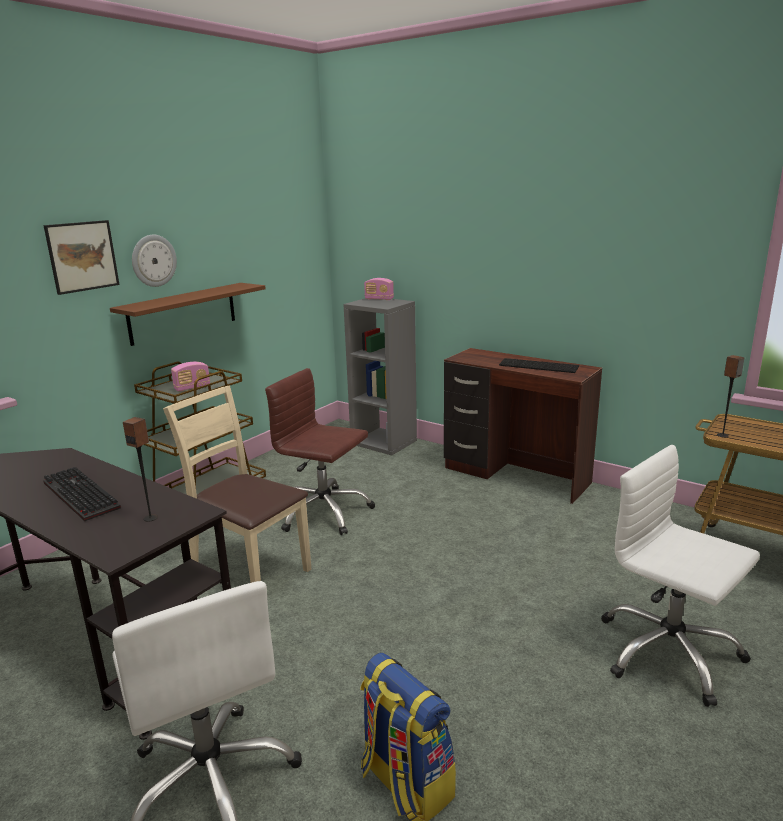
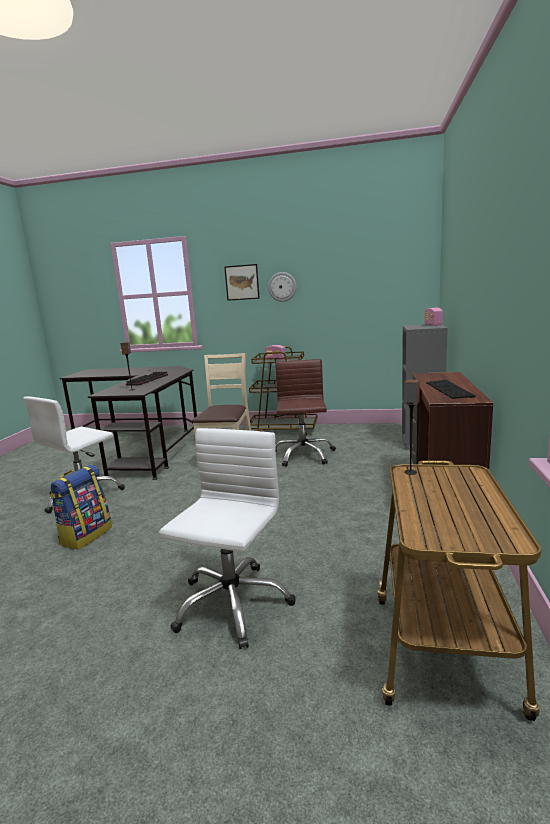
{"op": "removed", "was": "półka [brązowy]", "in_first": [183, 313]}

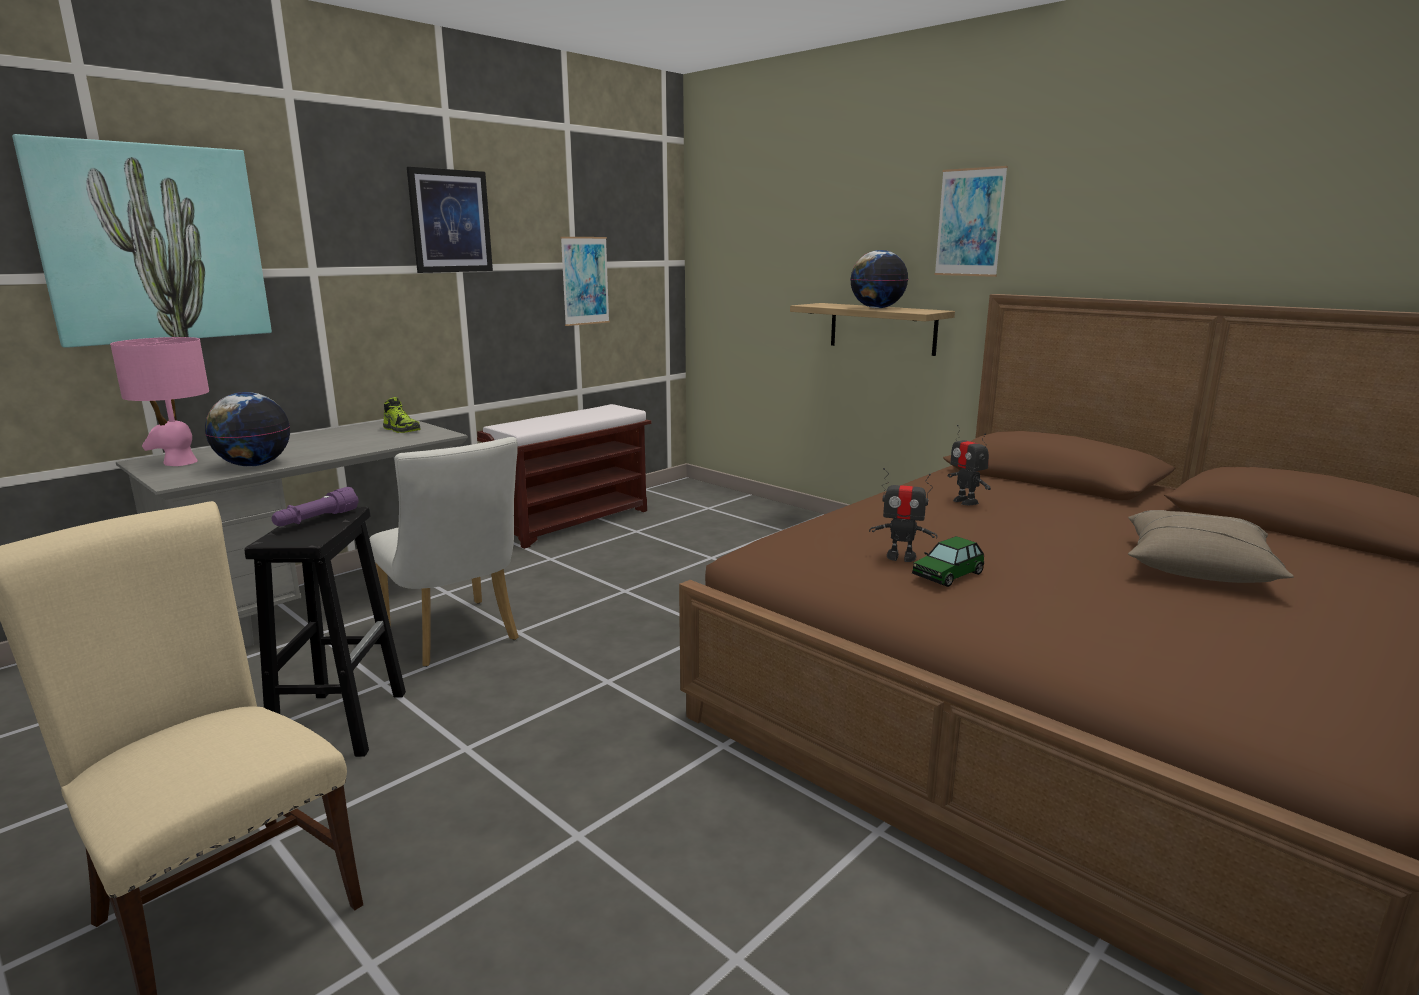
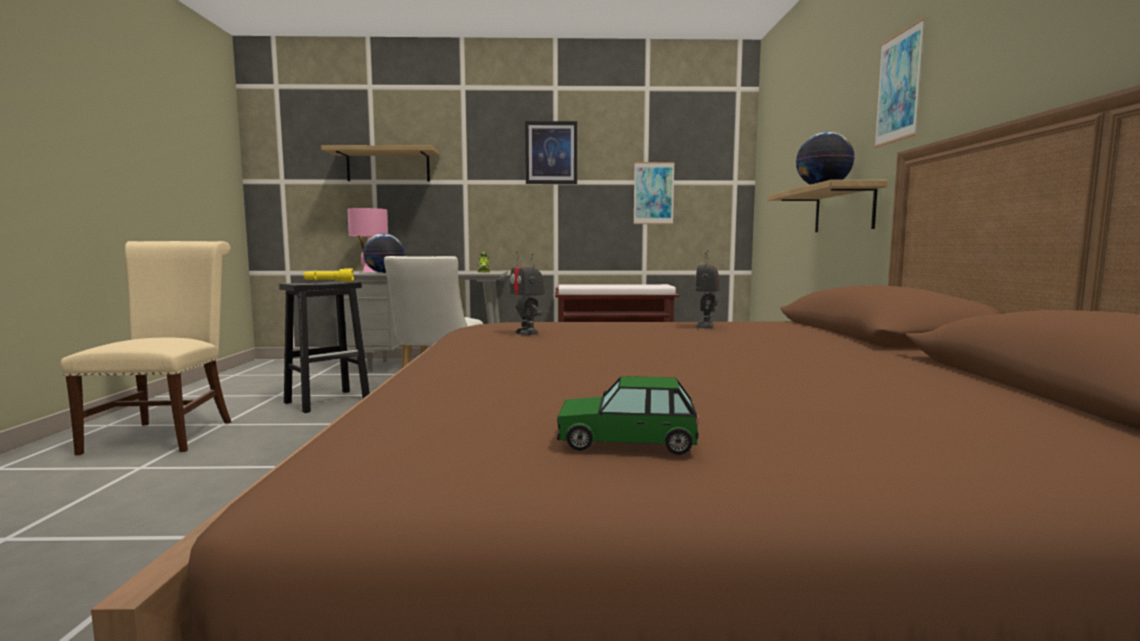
{"op": "replaced", "was": "obraz", "now": "półka", "in_first": [153, 244], "in_second": [388, 166]}
{"op": "recoloured", "was": "latarka [fioletowy]", "now": "latarka [żółty]", "in_first": [316, 520], "in_second": [329, 281]}
{"op": "moved", "was": "samochodzik", "in_first": [947, 574], "in_second": [627, 440]}
{"op": "removed", "was": "poduszka [beżowy]", "in_first": [1197, 567]}

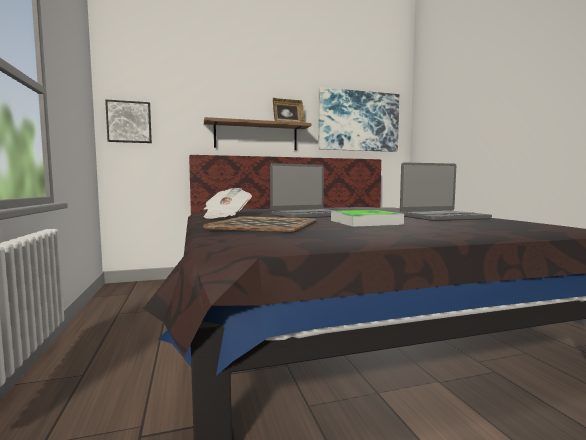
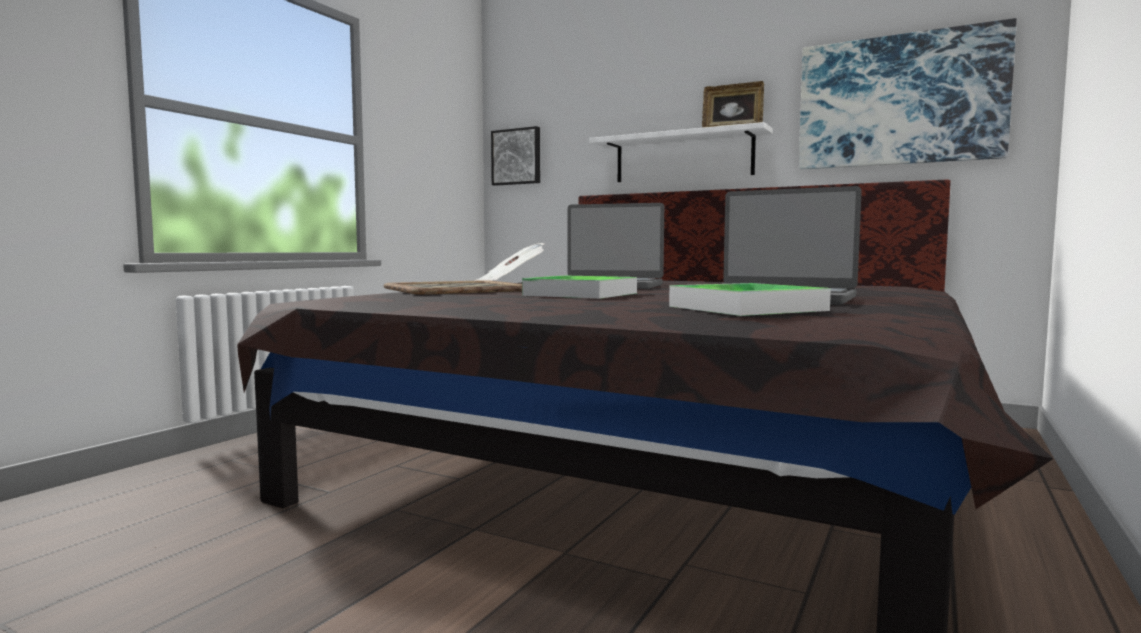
{"op": "recoloured", "was": "półka [brązowy]", "now": "półka [biały]", "in_first": [256, 136], "in_second": [683, 157]}
{"op": "added", "now": "taca", "in_second": [746, 308]}

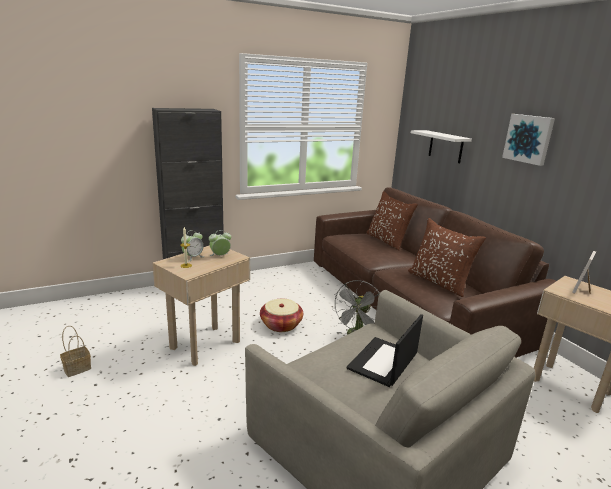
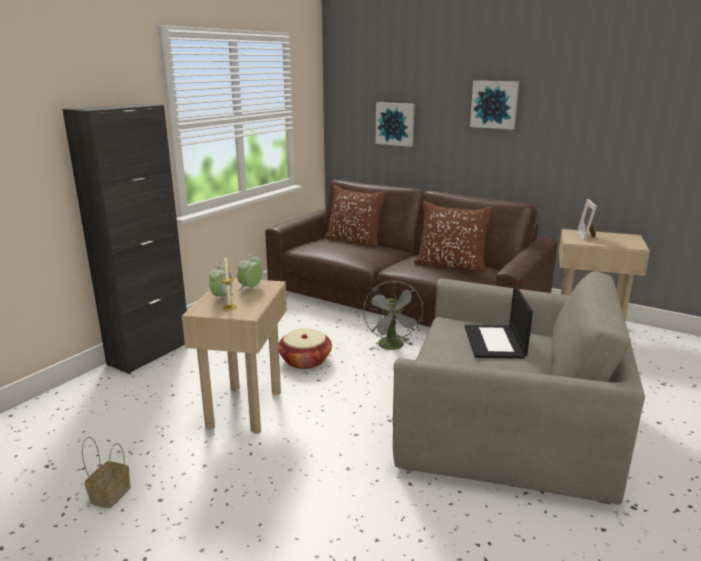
{"op": "replaced", "was": "półka [biały]", "now": "obraz", "in_first": [445, 146], "in_second": [395, 124]}

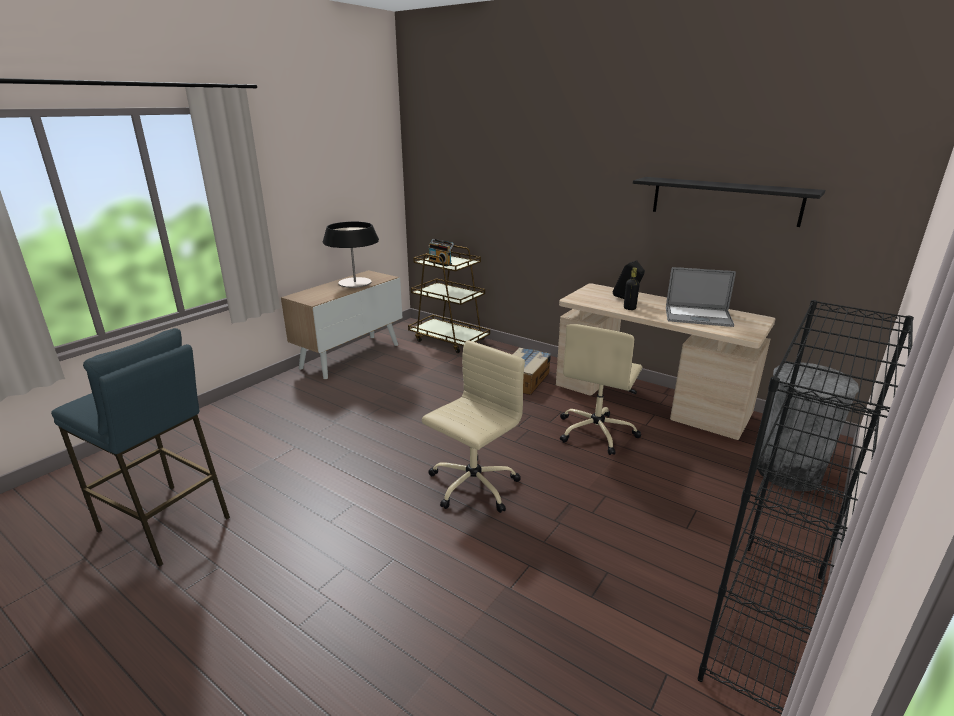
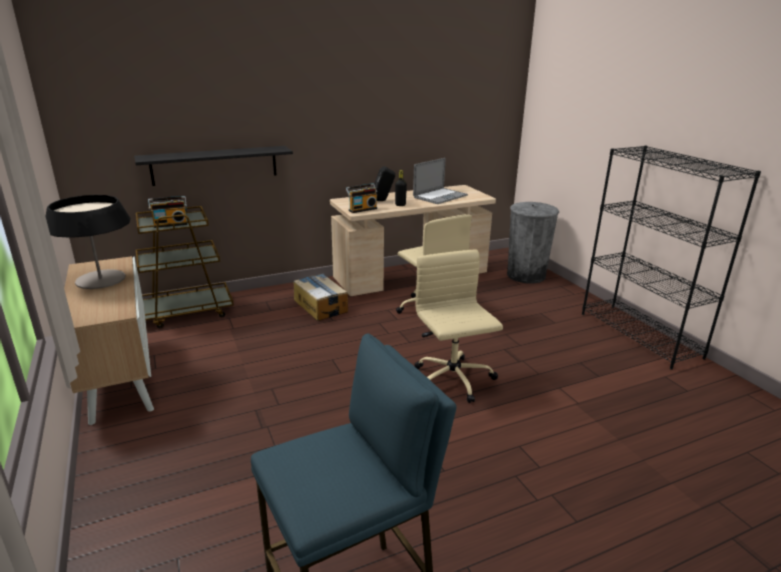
{"op": "moved", "was": "półka [czarny]", "in_first": [725, 200], "in_second": [215, 165]}
{"op": "added", "now": "radio", "in_second": [362, 209]}

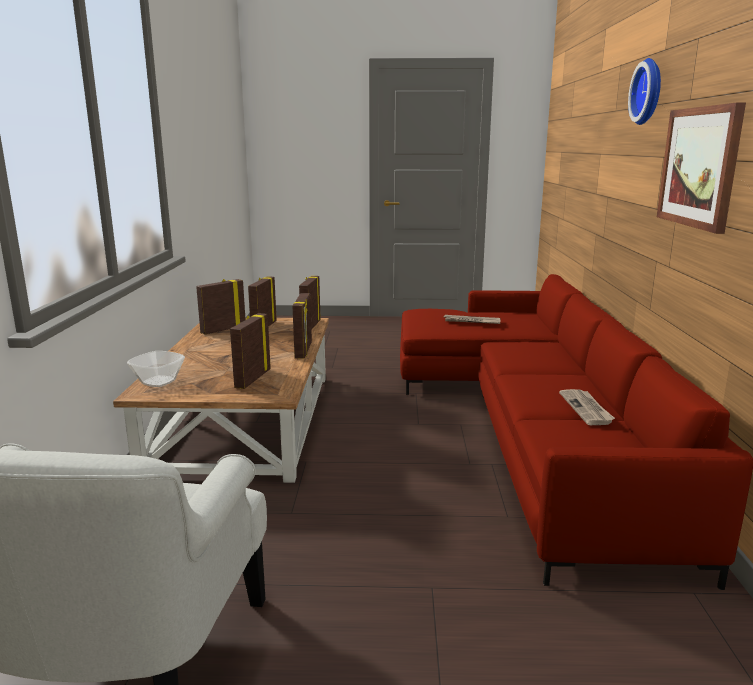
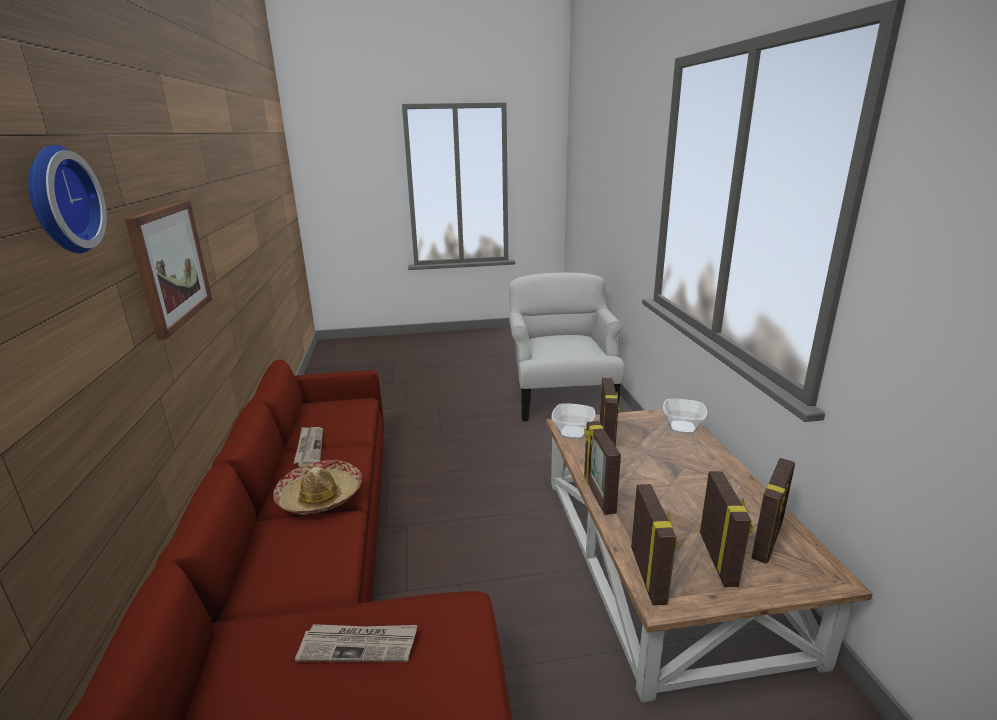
{"op": "added", "now": "kapelusz", "in_second": [320, 496]}
{"op": "added", "now": "miska", "in_second": [573, 432]}

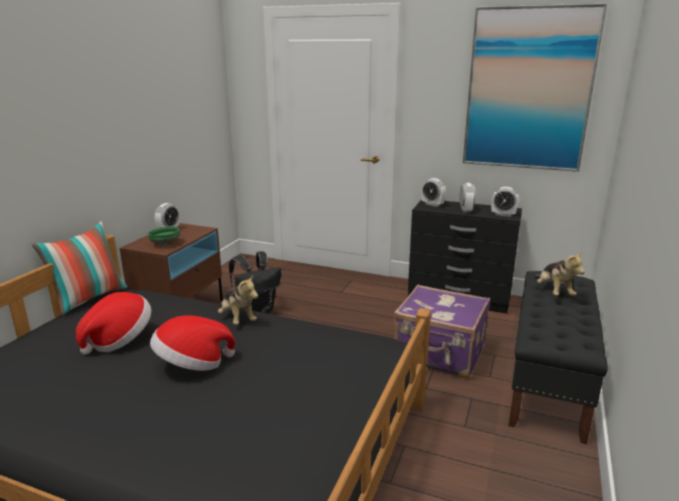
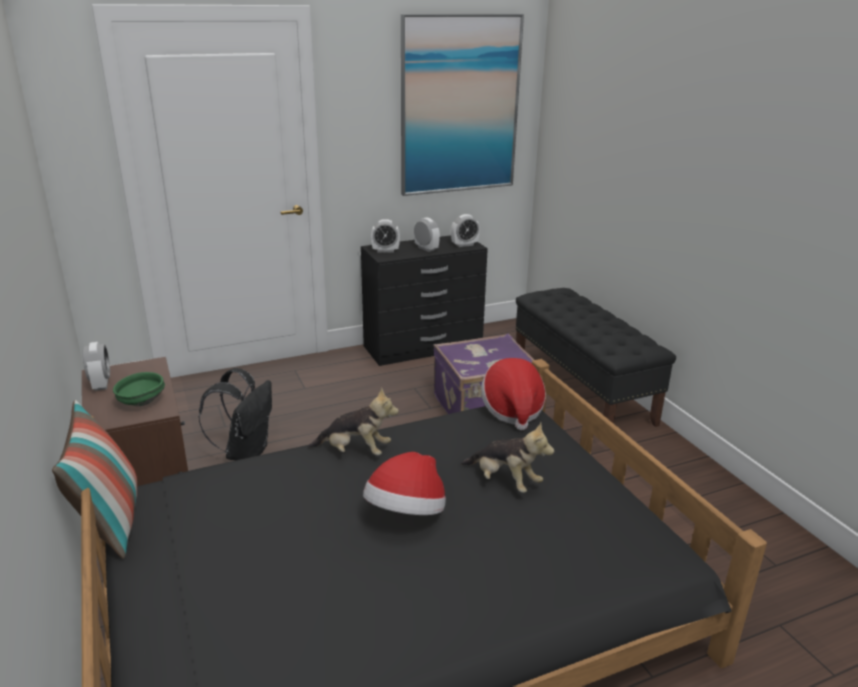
{"op": "moved", "was": "kapelusz", "in_first": [120, 339], "in_second": [512, 410]}
{"op": "moved", "was": "pluszak", "in_first": [554, 292], "in_second": [505, 481]}

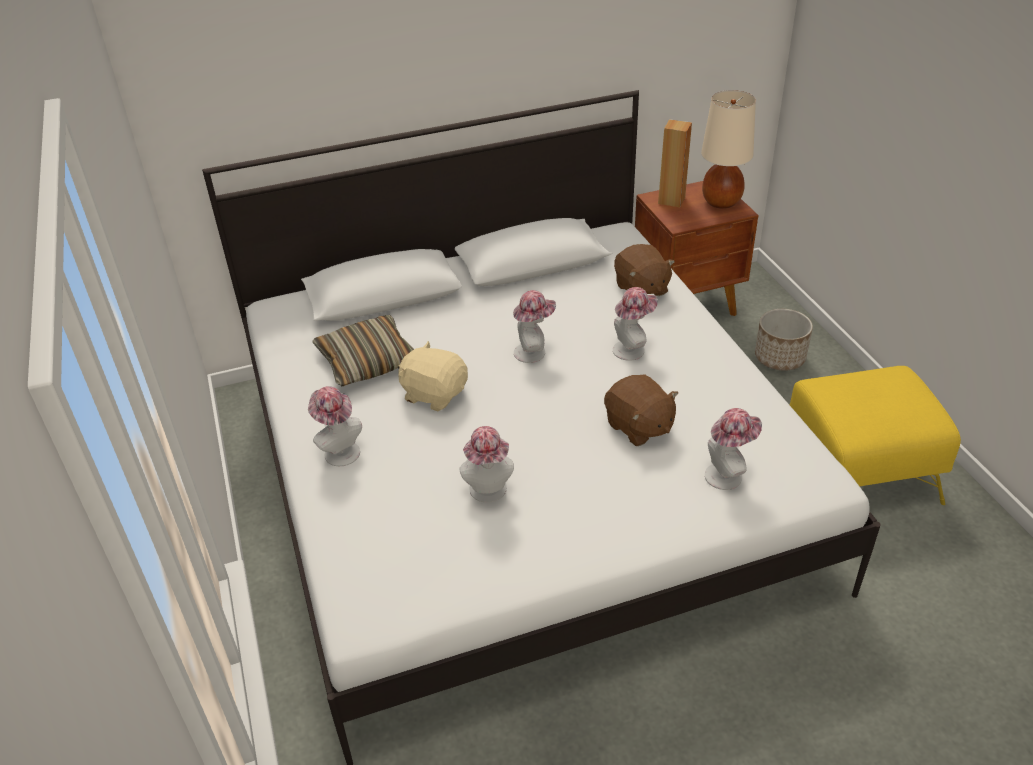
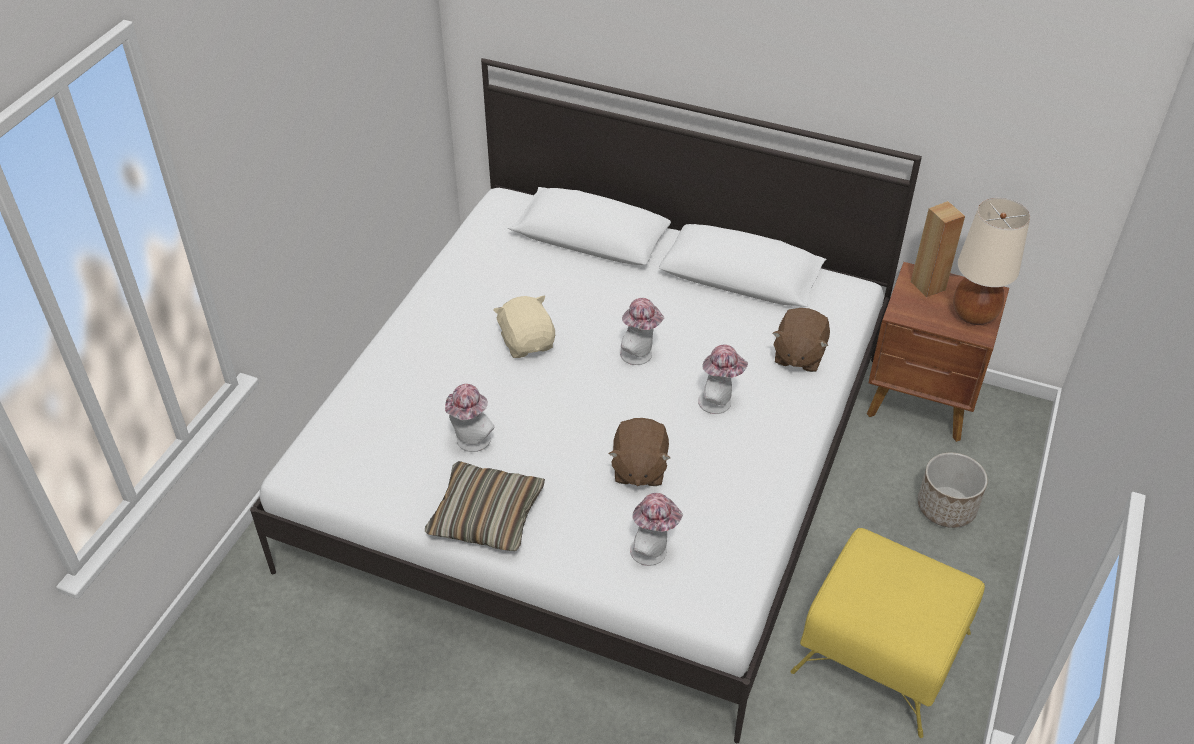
{"op": "removed", "was": "kapelusz", "in_first": [339, 451]}
{"op": "moved", "was": "poduszka", "in_first": [367, 361], "in_second": [486, 516]}

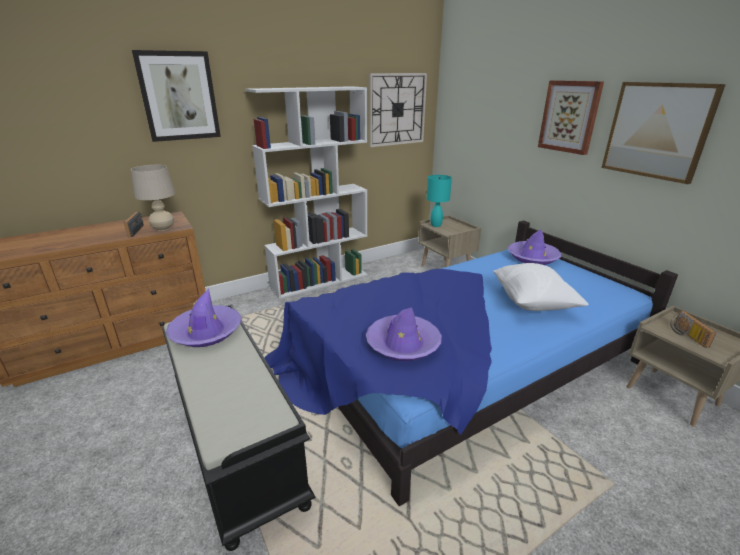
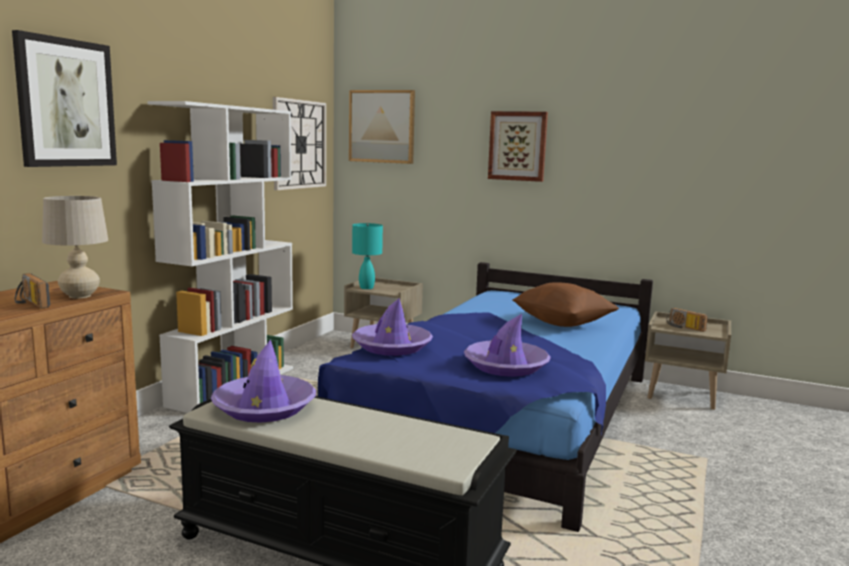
{"op": "recoloured", "was": "poduszka [biały]", "now": "poduszka [brązowy]", "in_first": [532, 303], "in_second": [562, 324]}
{"op": "moved", "was": "kapelusz [fioletowy]", "in_first": [532, 257], "in_second": [392, 346]}
{"op": "moved", "was": "obraz", "in_first": [657, 130], "in_second": [382, 126]}

